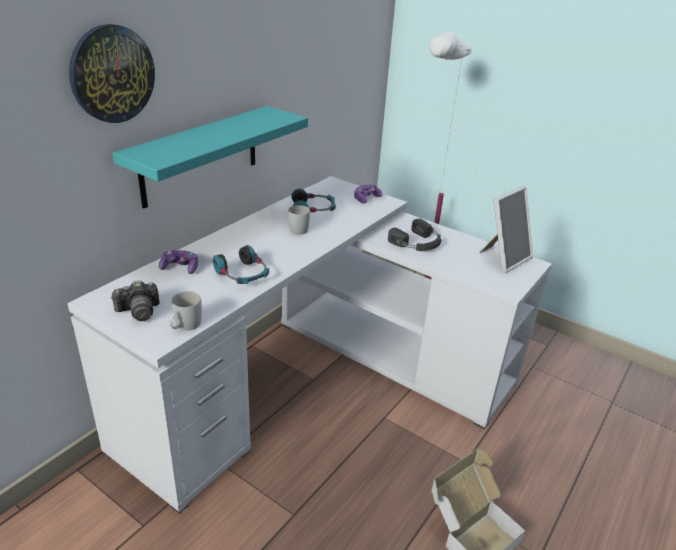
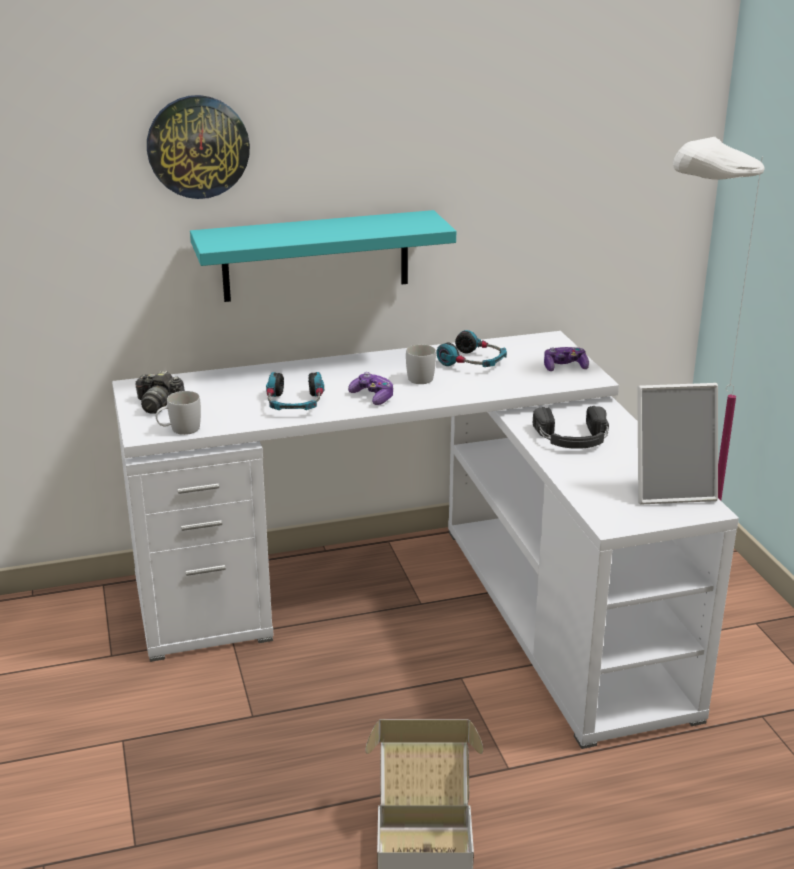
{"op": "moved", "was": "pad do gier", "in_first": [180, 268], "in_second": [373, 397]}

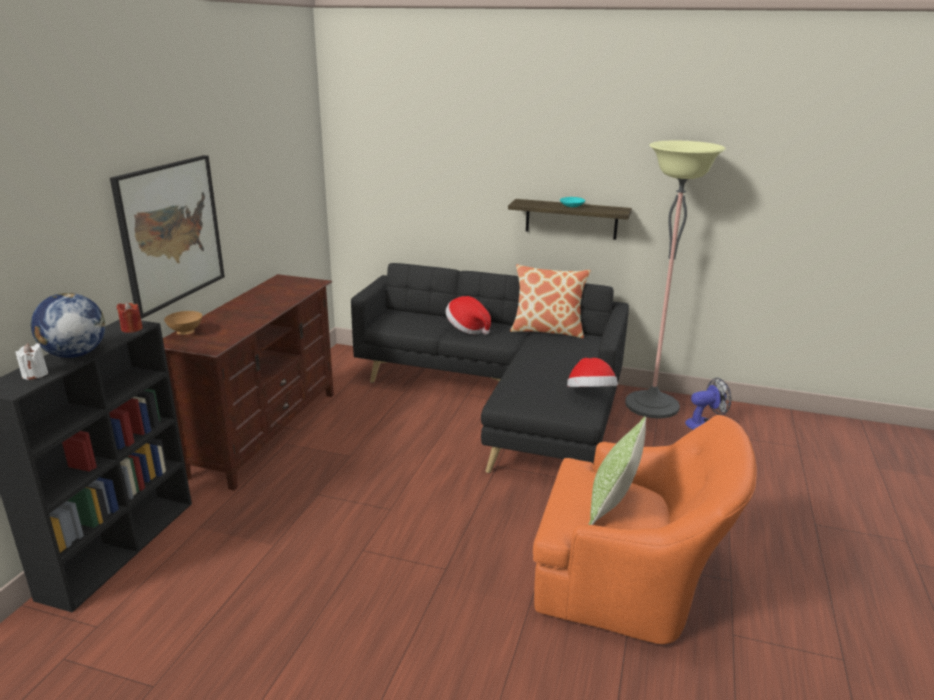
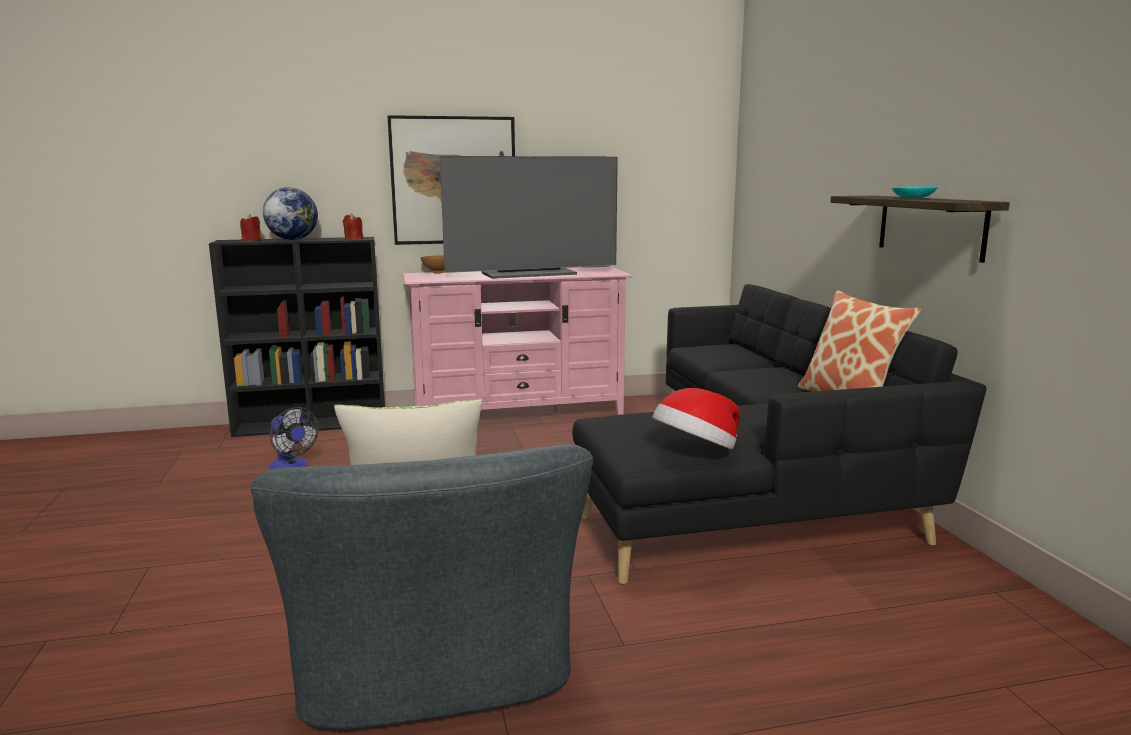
{"op": "recoloured", "was": "świeca [biały]", "now": "świeca [czerwony]", "in_first": [35, 374], "in_second": [252, 240]}
{"op": "recoloured", "was": "szafka pod telewizor [brązowy]", "now": "szafka pod telewizor [różowy]", "in_first": [265, 432], "in_second": [519, 414]}
{"op": "removed", "was": "kapelusz", "in_first": [467, 329]}
{"op": "recoloured", "was": "fotel [pomarańczowy]", "now": "fotel [szary]", "in_first": [631, 583], "in_second": [434, 669]}
{"op": "removed", "was": "lampa stojąca", "in_first": [651, 405]}
{"op": "moved", "was": "wentylator", "in_first": [704, 424], "in_second": [291, 467]}
{"op": "added", "now": "telewizor", "in_second": [530, 273]}

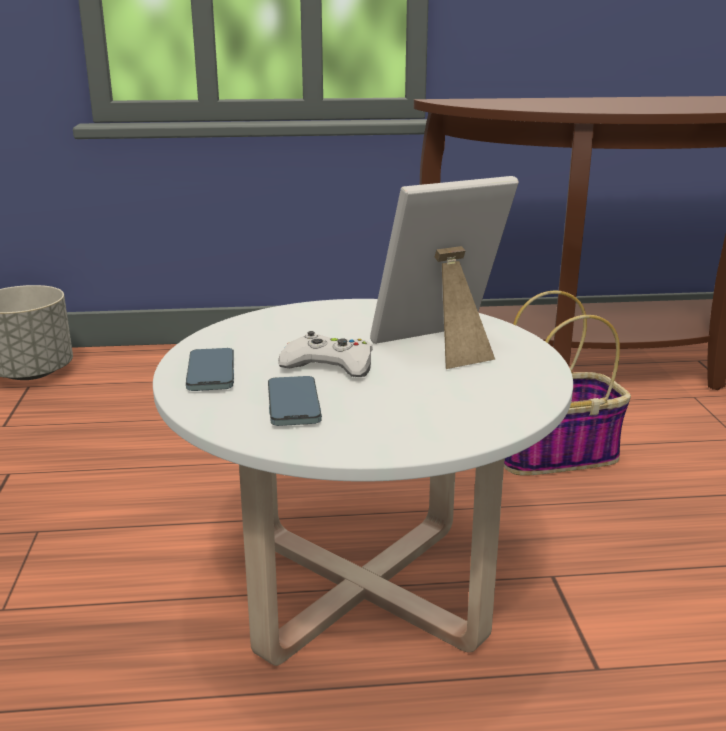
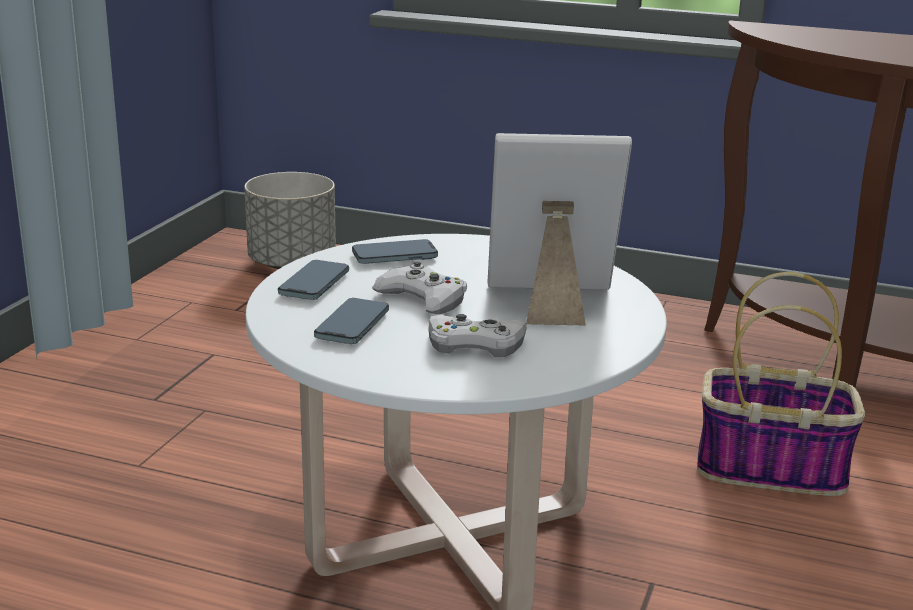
{"op": "added", "now": "telefon", "in_second": [394, 256]}
{"op": "added", "now": "pad do gier [biały]", "in_second": [475, 344]}

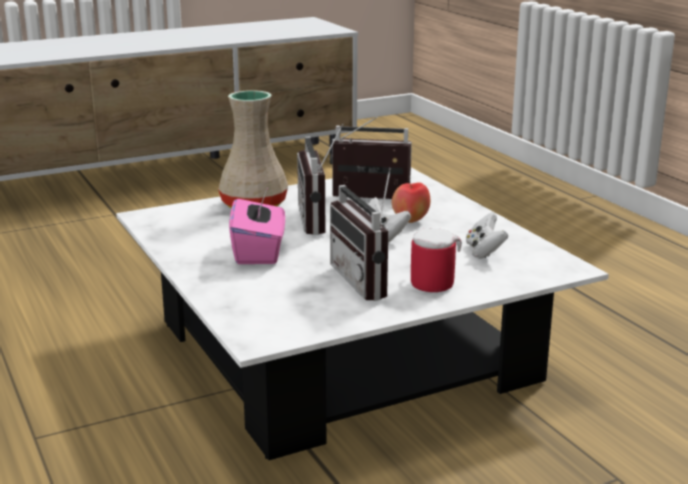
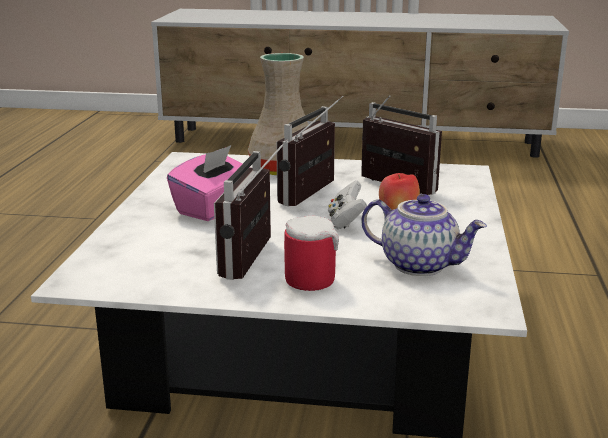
{"op": "replaced", "was": "pad do gier [biały]", "now": "imbryk", "in_first": [484, 251], "in_second": [420, 264]}

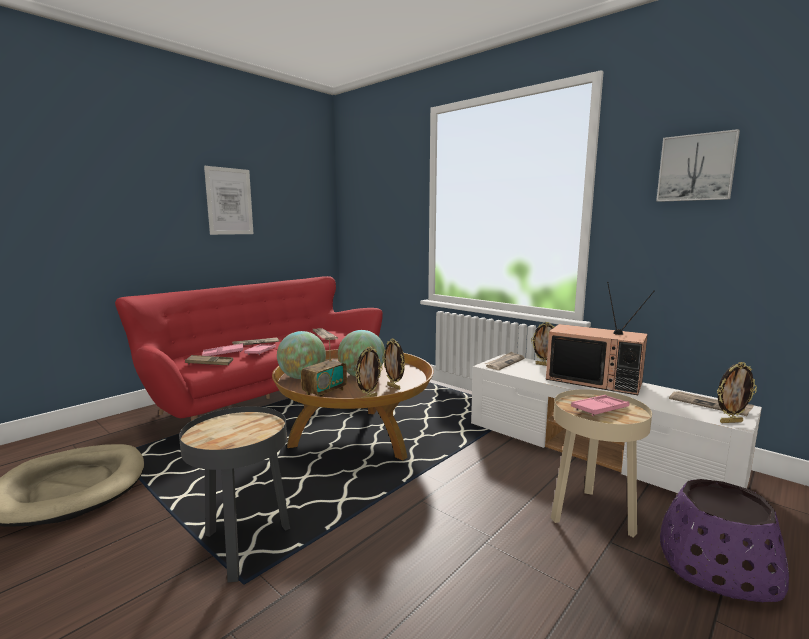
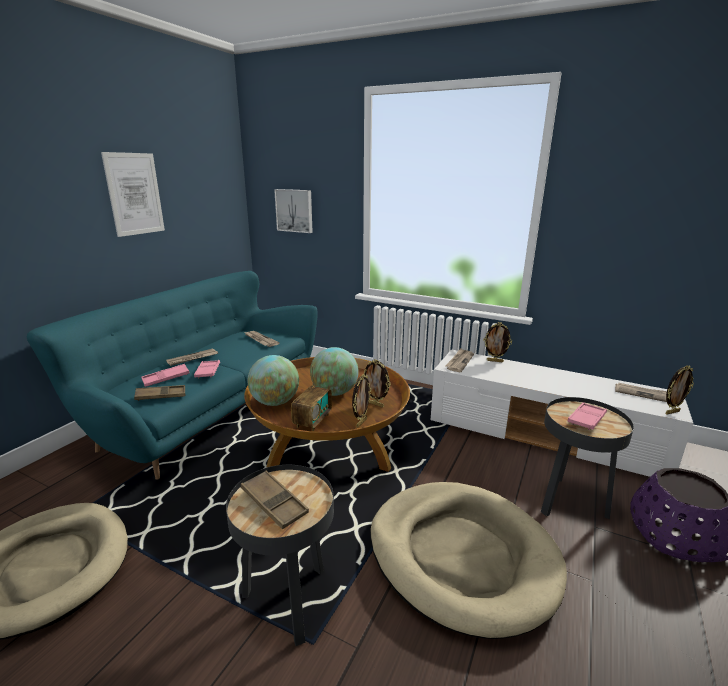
{"op": "recoloured", "was": "kanapa [czerwony]", "now": "kanapa [turkusowy]", "in_first": [265, 396], "in_second": [207, 411]}
{"op": "removed", "was": "telewizor", "in_first": [595, 381]}
{"op": "recoloured", "was": "stolik [beżowy]", "now": "stolik [czarny]", "in_first": [590, 514], "in_second": [568, 502]}
{"op": "moved", "was": "obraz", "in_first": [696, 168], "in_second": [294, 210]}
{"op": "added", "now": "taca [brązowy]", "in_second": [274, 503]}
{"op": "added", "now": "legowisko [beżowy]", "in_second": [461, 555]}

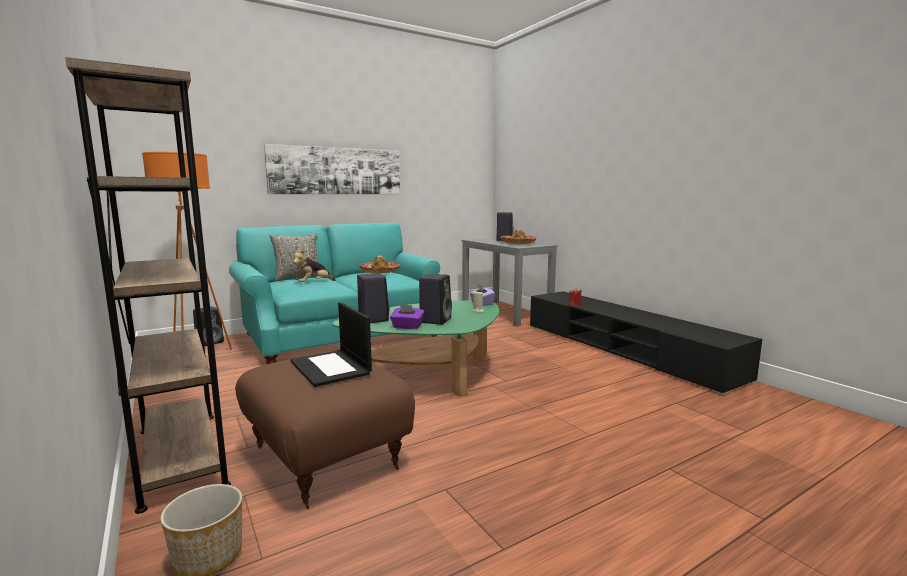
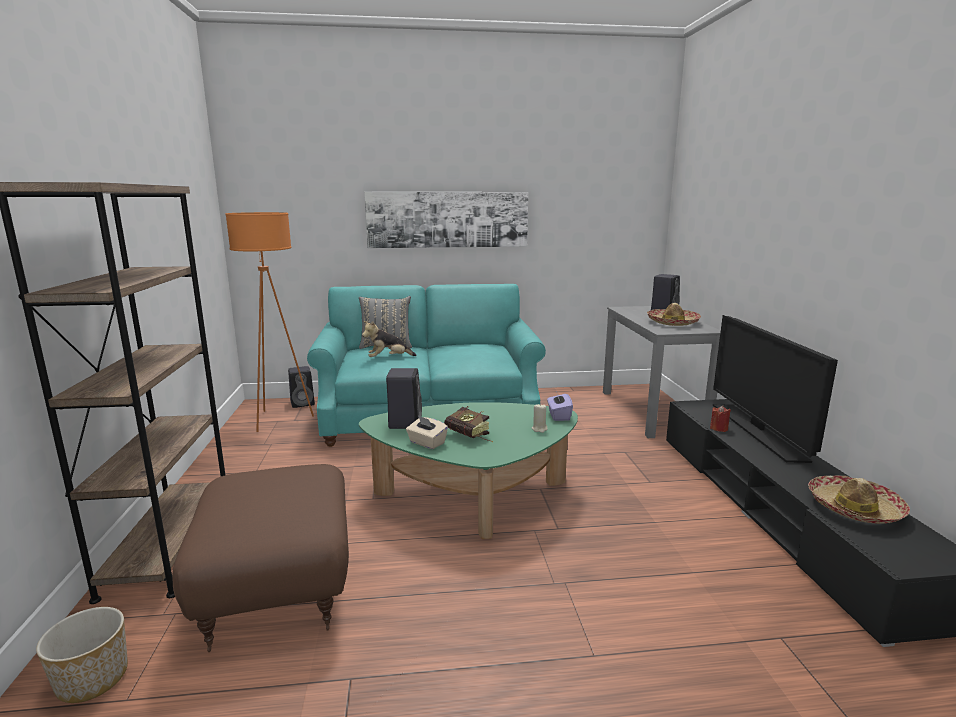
{"op": "removed", "was": "laptop", "in_first": [331, 368]}
{"op": "moved", "was": "kapelusz", "in_first": [379, 271], "in_second": [854, 508]}
{"op": "recoloured", "was": "pudełko chusteczek [fioletowy]", "now": "pudełko chusteczek [beżowy]", "in_first": [407, 327], "in_second": [426, 443]}
{"op": "replaced", "was": "głośnik [czarny]", "now": "książka", "in_first": [435, 320], "in_second": [470, 437]}
{"op": "added", "now": "telewizor", "in_second": [757, 431]}

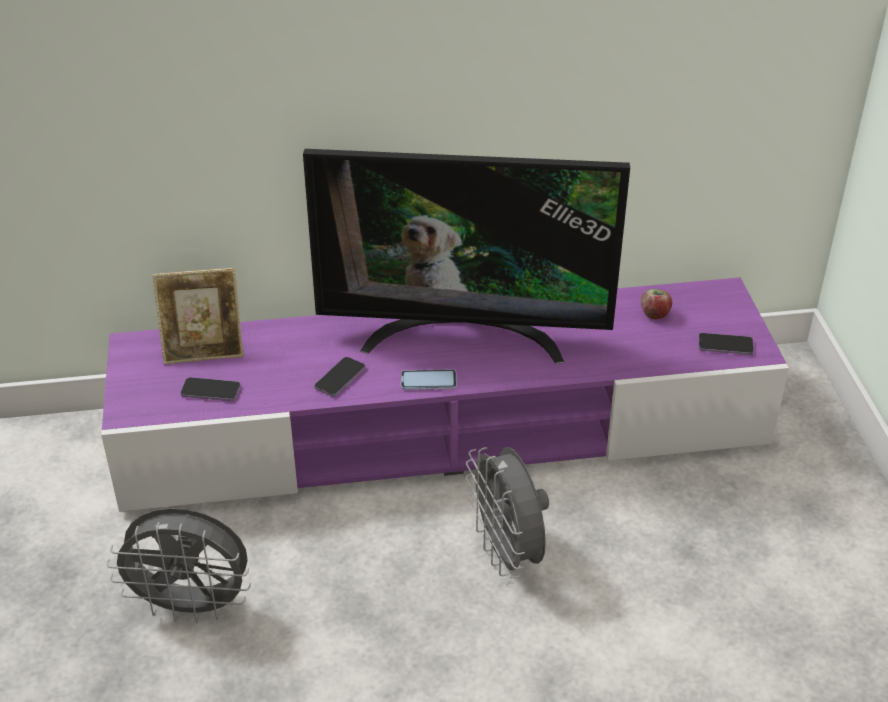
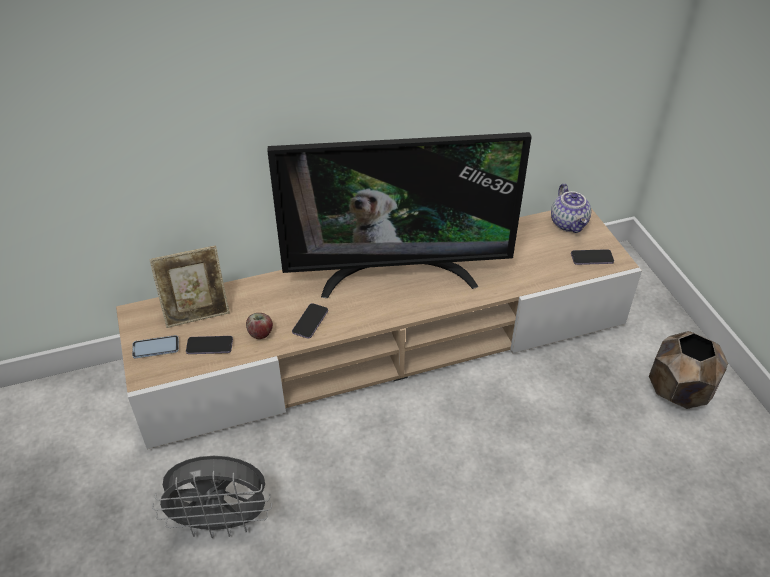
{"op": "recoloured", "was": "szafka pod telewizor [fioletowy]", "now": "szafka pod telewizor [beżowy]", "in_first": [445, 431], "in_second": [386, 344]}
{"op": "moved", "was": "telefon", "in_first": [428, 381], "in_second": [156, 348]}
{"op": "removed", "was": "wentylator [szary]", "in_first": [507, 554]}
{"op": "moved", "was": "jabłko", "in_first": [655, 314], "in_second": [260, 333]}
{"op": "added", "now": "imbryk", "in_second": [569, 223]}
{"op": "added", "now": "donica [brązowy]", "in_second": [678, 390]}

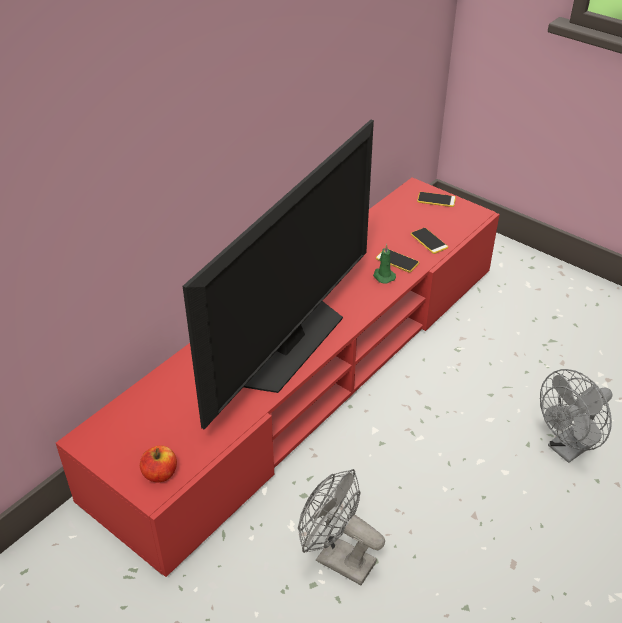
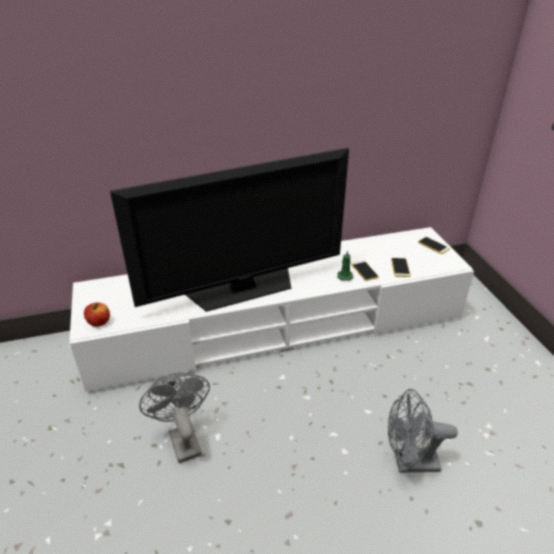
{"op": "recoloured", "was": "szafka pod telewizor [czerwony]", "now": "szafka pod telewizor [biały]", "in_first": [311, 373], "in_second": [277, 325]}

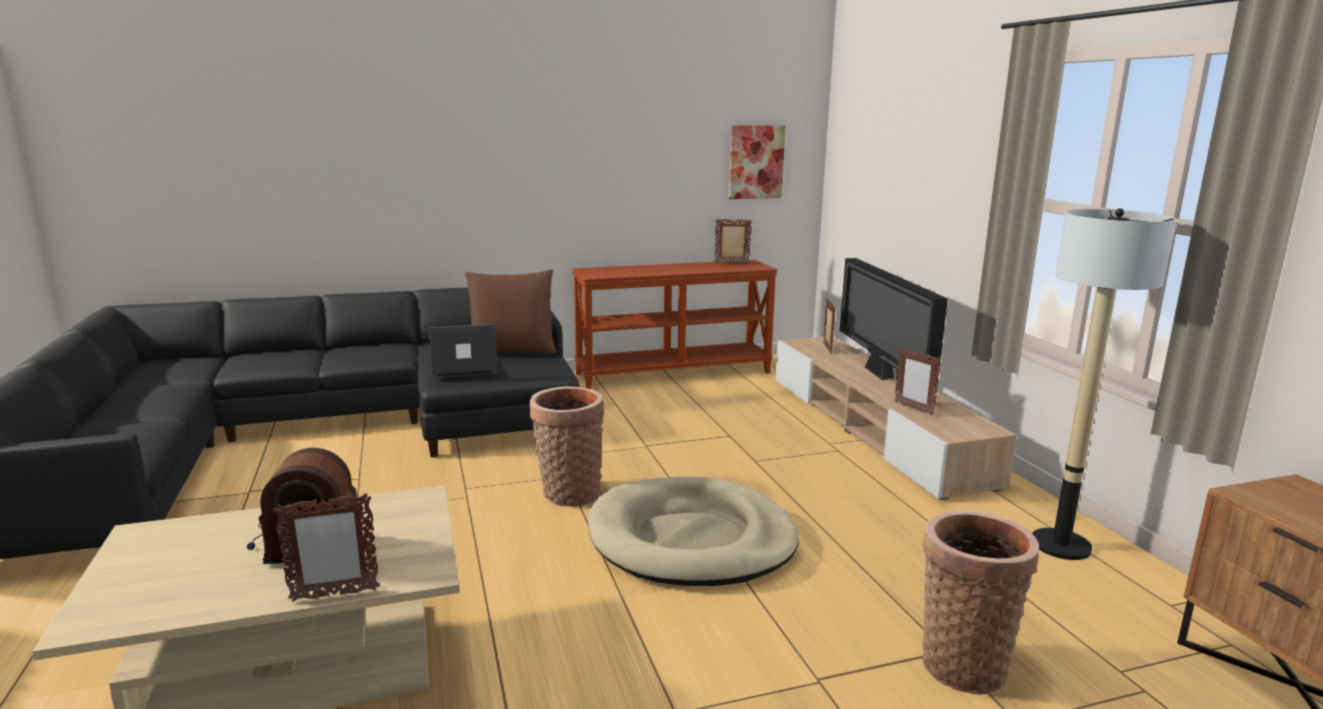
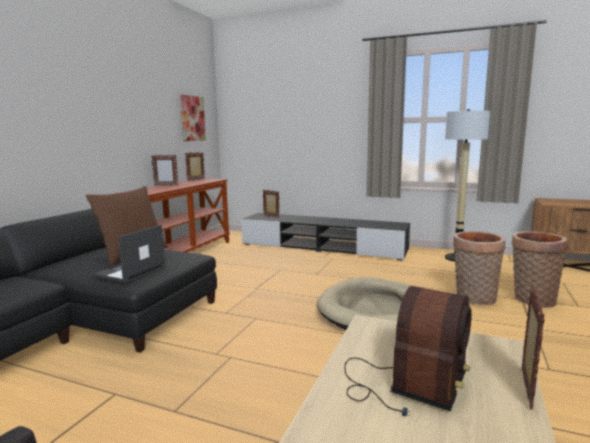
{"op": "moved", "was": "koszyk", "in_first": [568, 492], "in_second": [473, 299]}
{"op": "recoloured", "was": "szafka pod telewizor [beżowy]", "now": "szafka pod telewizor [czarny]", "in_first": [873, 429], "in_second": [323, 247]}
{"op": "removed", "was": "telewizor", "in_first": [879, 374]}
{"op": "moved", "was": "ramka na zdjęcie", "in_first": [913, 408], "in_second": [166, 186]}

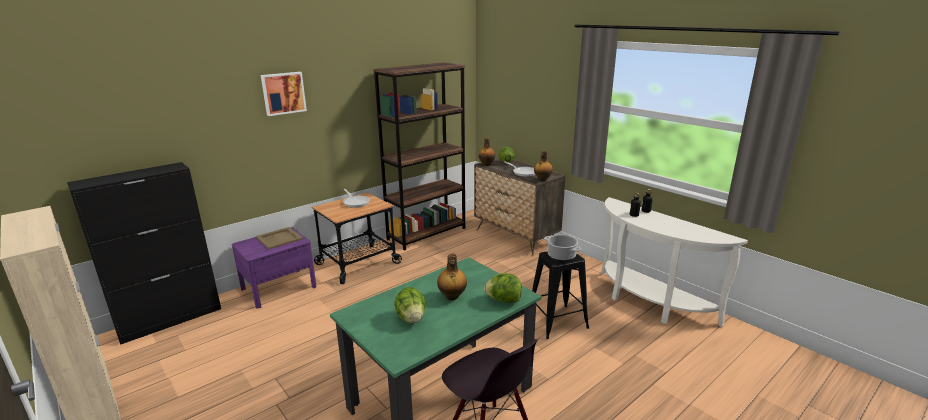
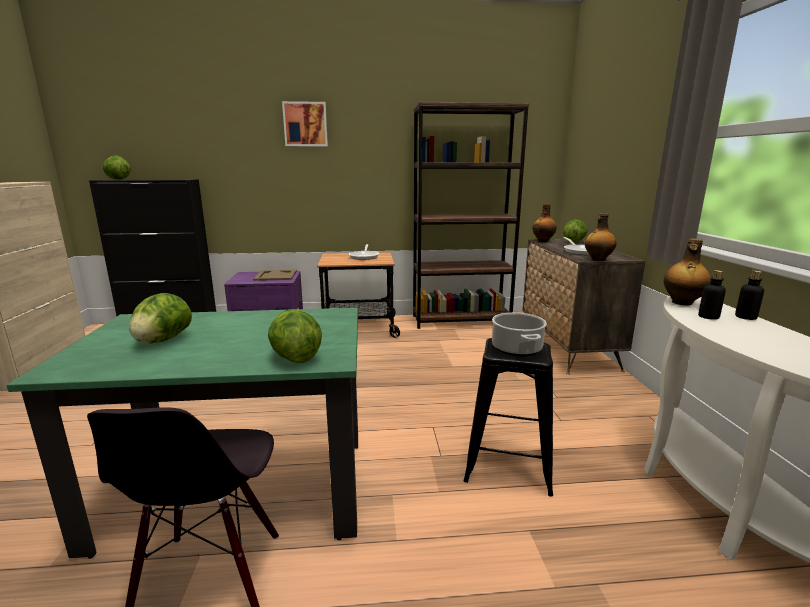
{"op": "moved", "was": "butelka", "in_first": [452, 297], "in_second": [682, 303]}
{"op": "added", "now": "sałata", "in_second": [117, 179]}

